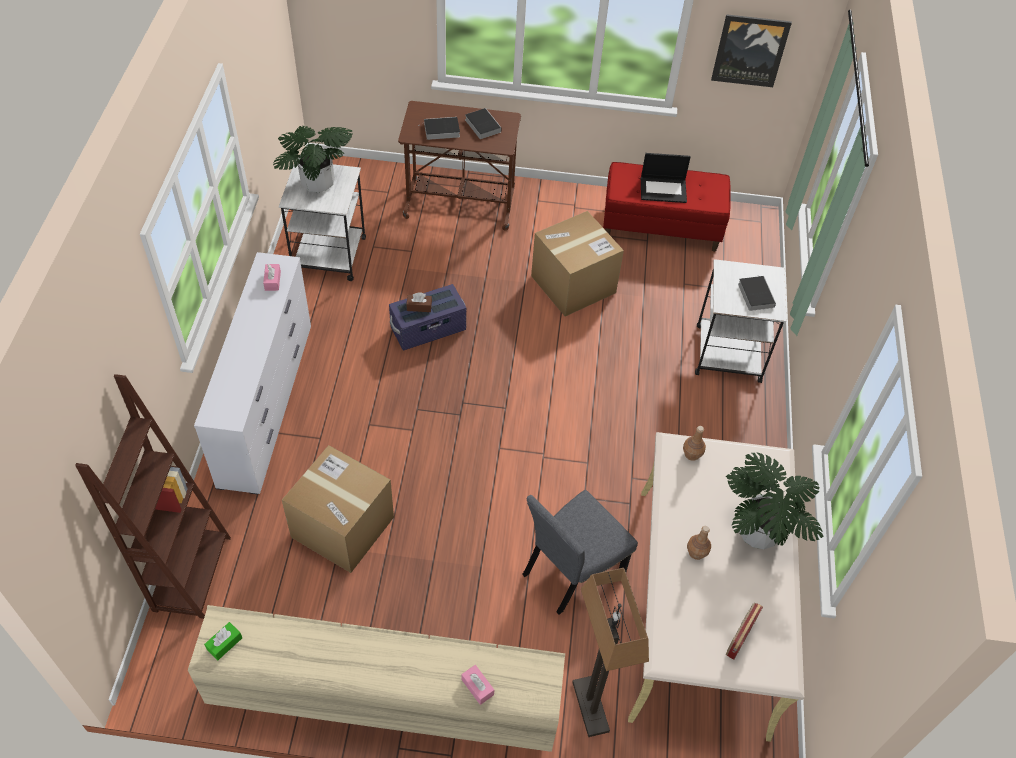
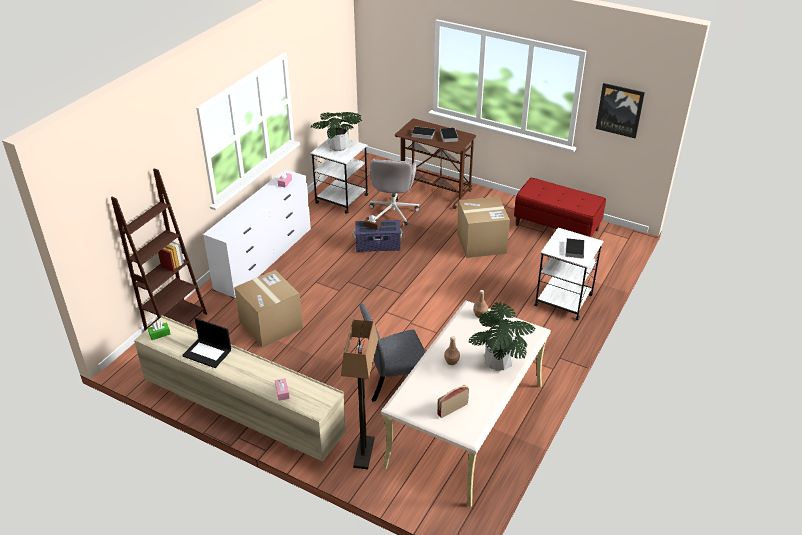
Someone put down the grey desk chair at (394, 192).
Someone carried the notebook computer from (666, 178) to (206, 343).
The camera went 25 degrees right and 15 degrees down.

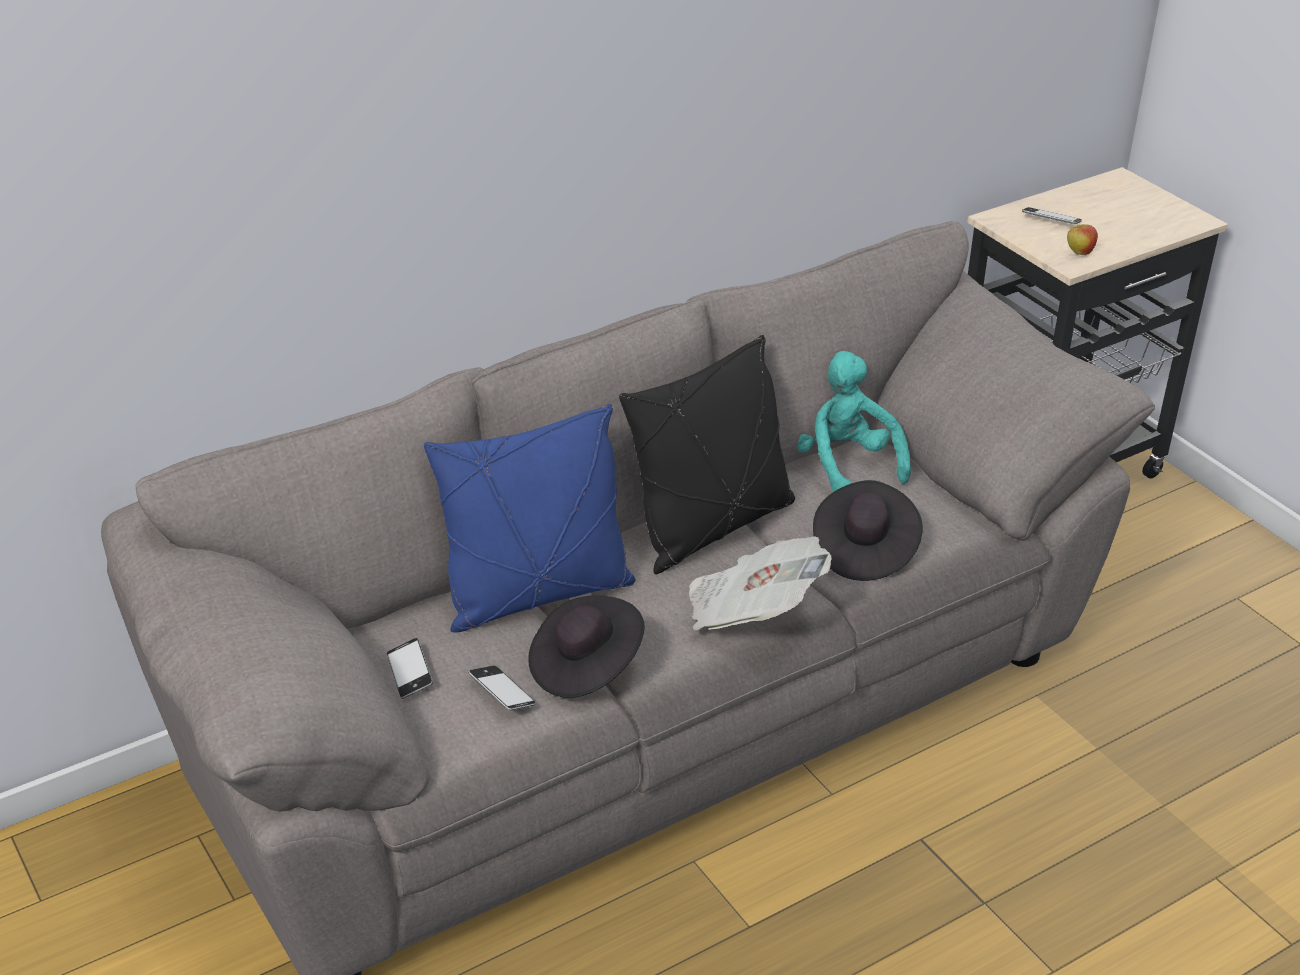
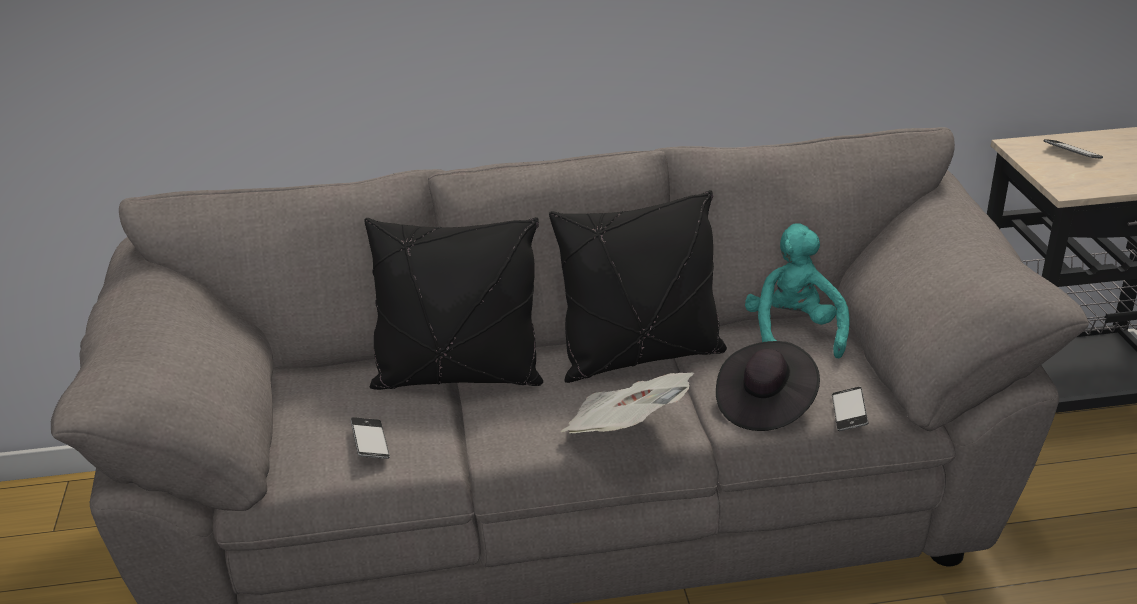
Someone took away the blackish hat at (586, 646).
Someone took away the apple at (1082, 238).
Someone carried the phone from (410, 668) to (850, 409).
Someone repainted the blue pillow at (529, 518), which became the blackish pillow at (453, 303).
The camera went 25 degrees right and 5 degrees down.

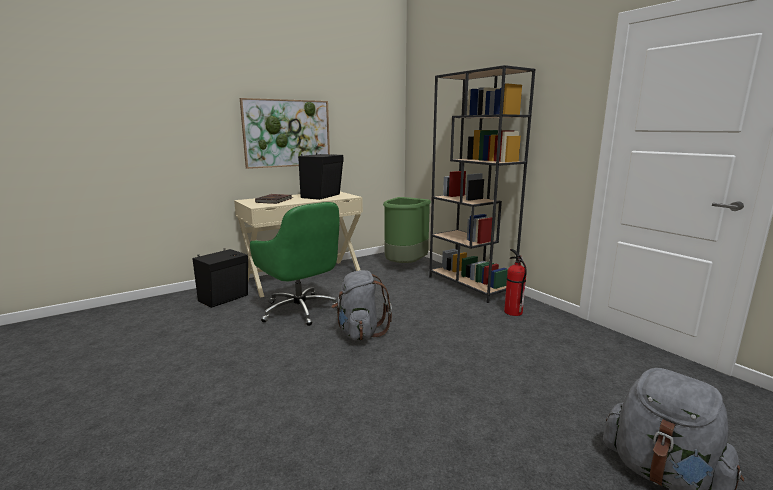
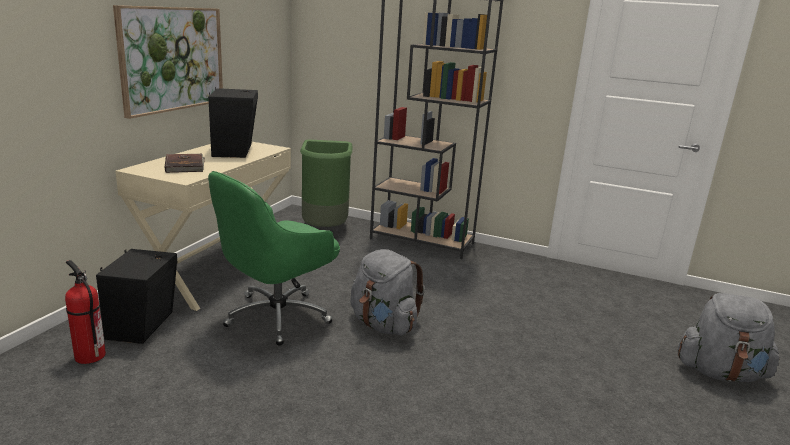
Someone carried the fire extinguisher from (515, 282) to (85, 312).
Someone rotated the greenish desk chair at (294, 264) by 120 degrees clockwise.
The camera went 35 degrees left and 5 degrees up.

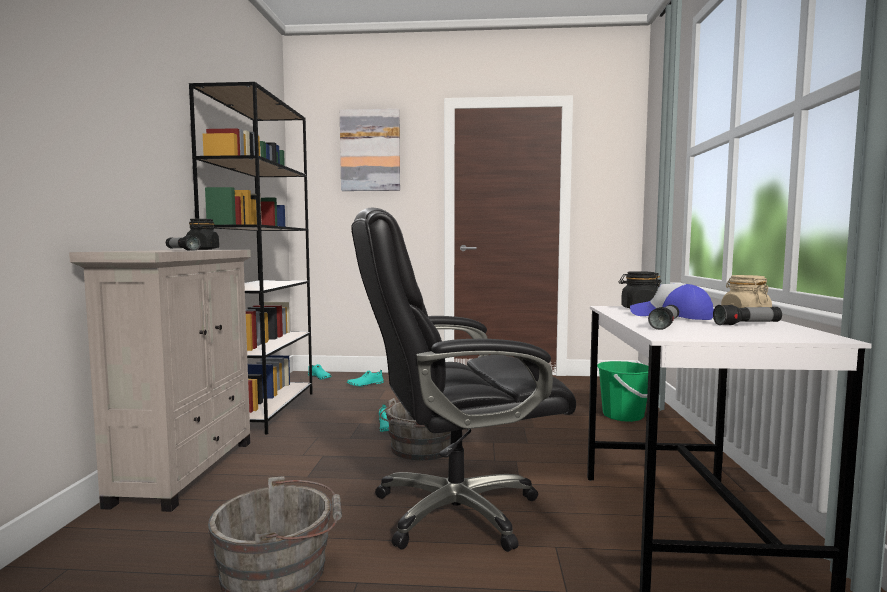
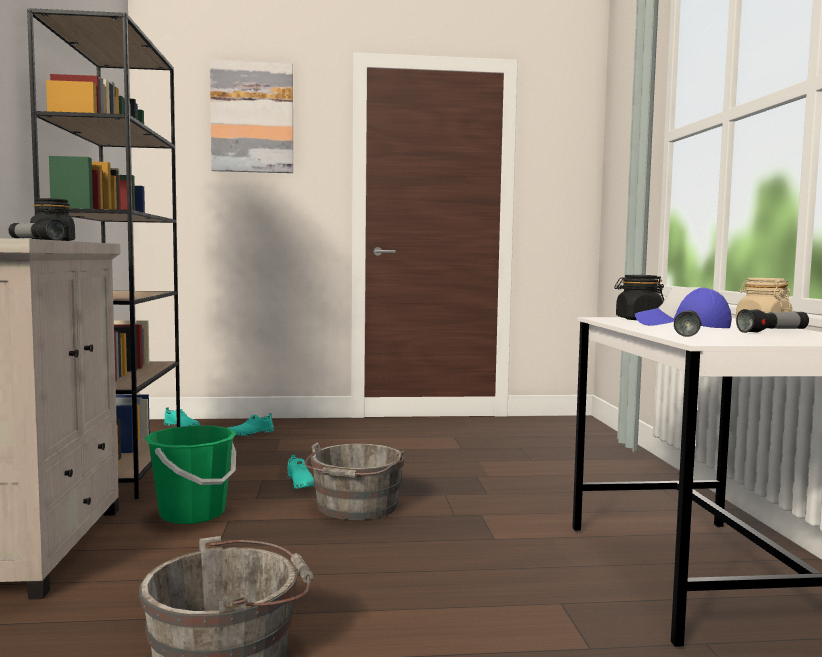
Someone took away the blackish desk chair at (463, 380).
Someone carried the greenish water bucket from (622, 391) to (190, 475).
The camera went 10 degrees left and 0 degrees up.

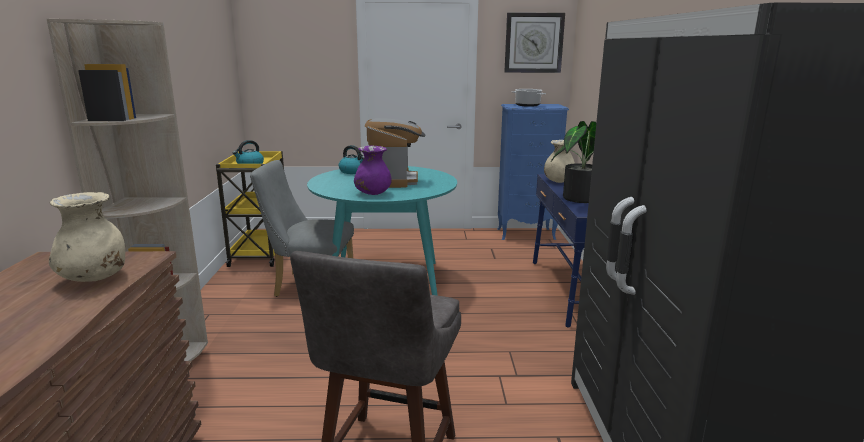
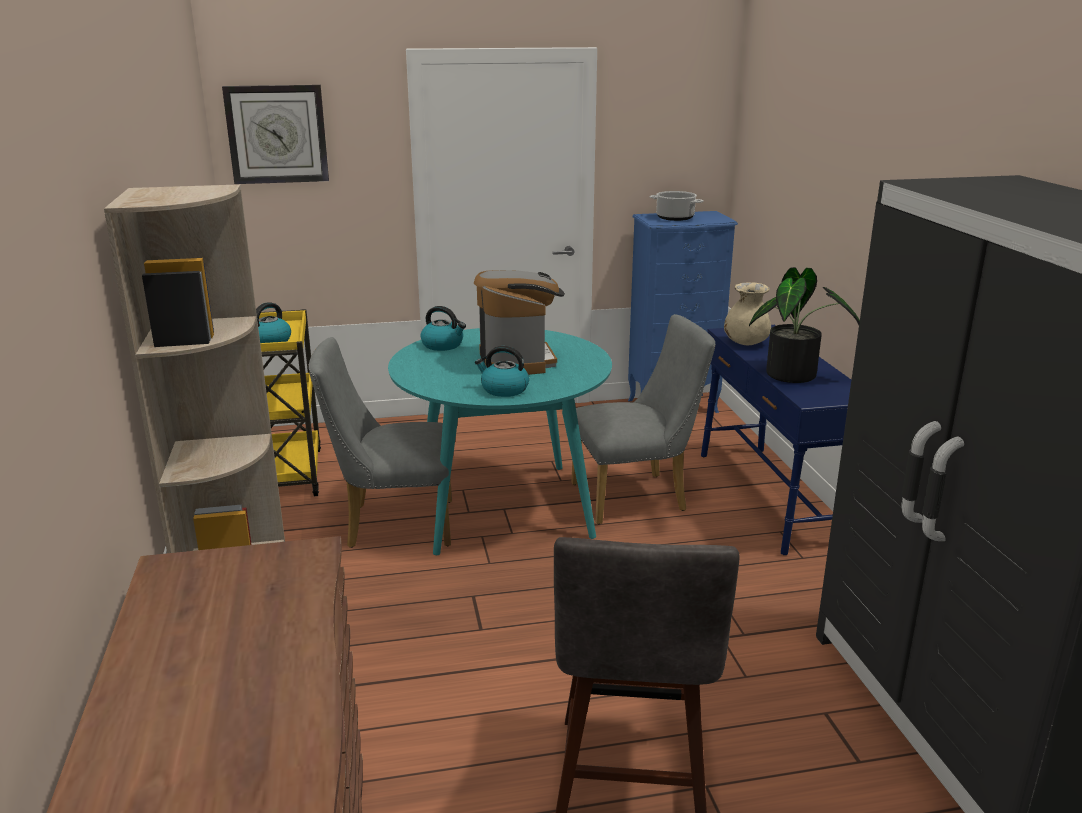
Someone took away the beige-coloured flower vase at (87, 237).
Someone put down the grey plain chair at (643, 419).
Someone carried the wall clock from (534, 42) to (275, 134).
Someone swapped the purple flower vase at (373, 170) for the kettle at (502, 371).
The camera went 10 degrees left and 5 degrees up.

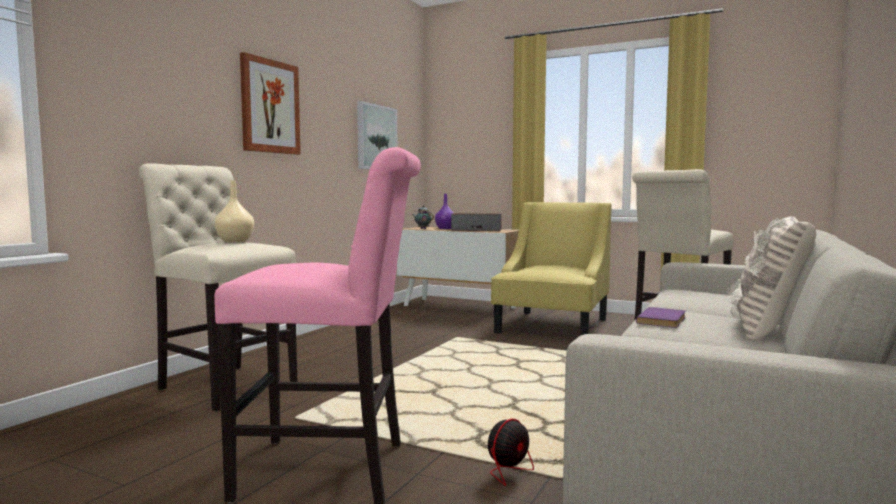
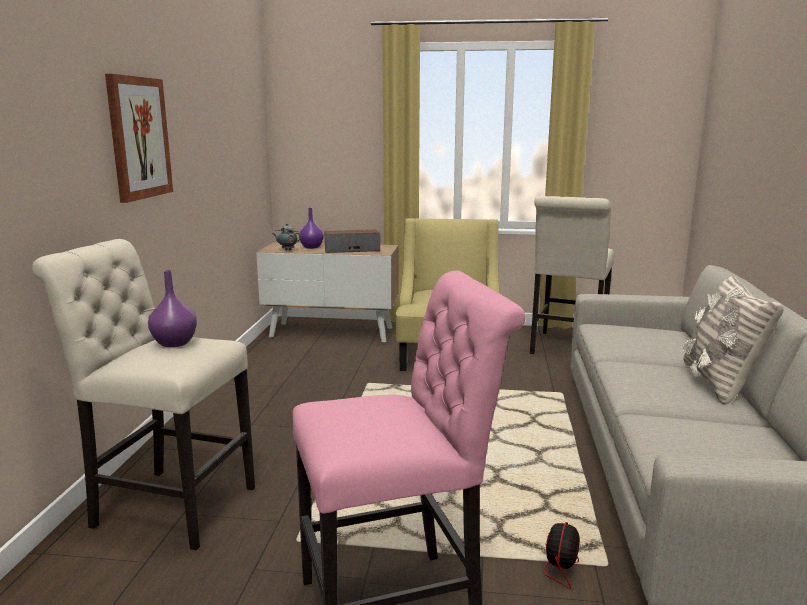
Someone took away the picture at (377, 135).
Someone took away the purple book at (661, 317).
Someone repainted the beige-coloured flower vase at (234, 211), which became the purple flower vase at (172, 308).
The camera went 20 degrees left and 10 degrees up.

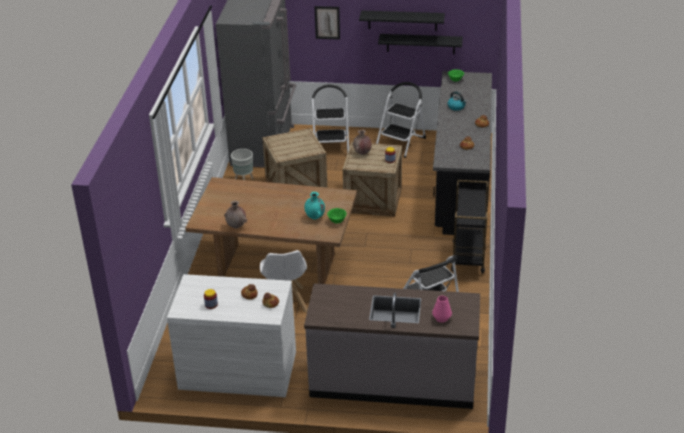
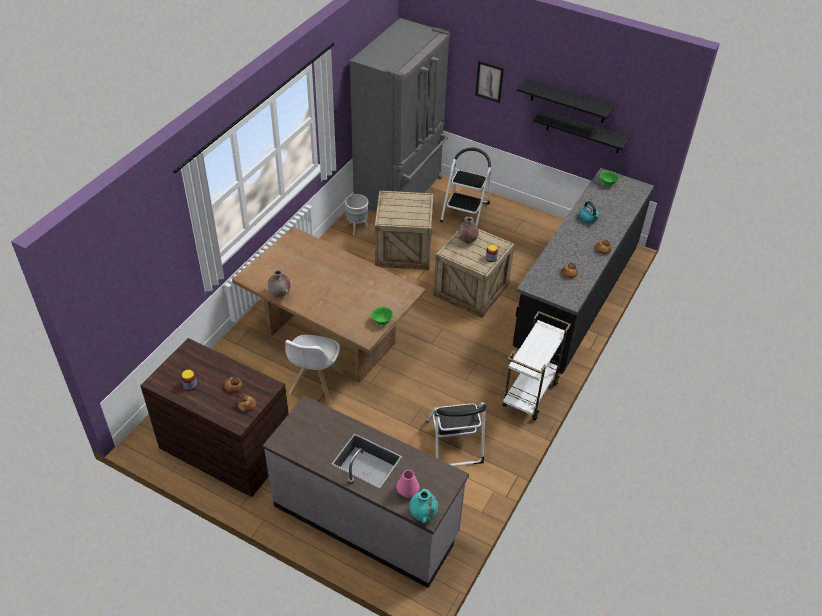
Someone took away the step stool at (401, 120).
Someone carried the blue-green flower vase from (314, 206) to (424, 506).
Someone repainted the whitish drawer chest at (231, 335), which became the brownish drawer chest at (214, 417).
Someone repainted the blackish cart at (469, 226), which became the whitish cart at (536, 365).
The camera went 20 degrees right and 10 degrees up.

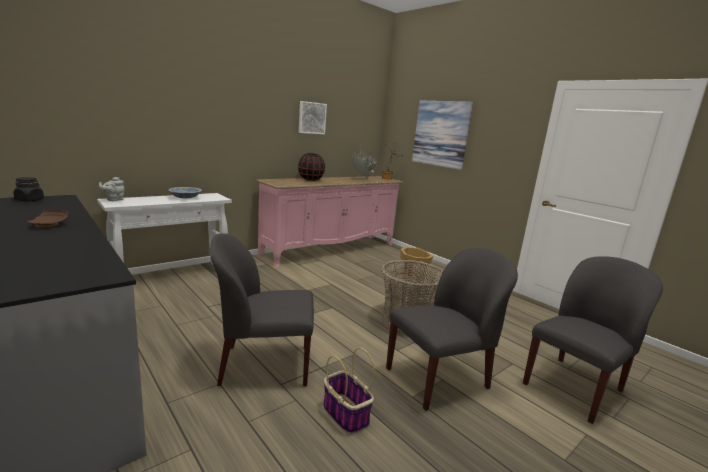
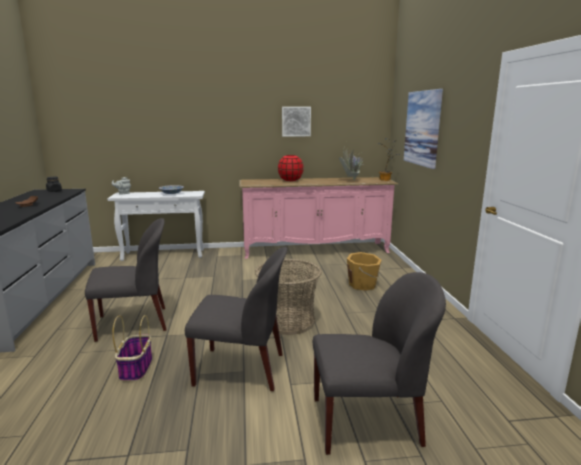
Someone repainted the blackish flower vase at (311, 167), which became the red-coloured flower vase at (291, 168).
Someone rotated the grey plain chair at (262, 309) by 135 degrees clockwise.
The camera went 35 degrees right and 0 degrees up.

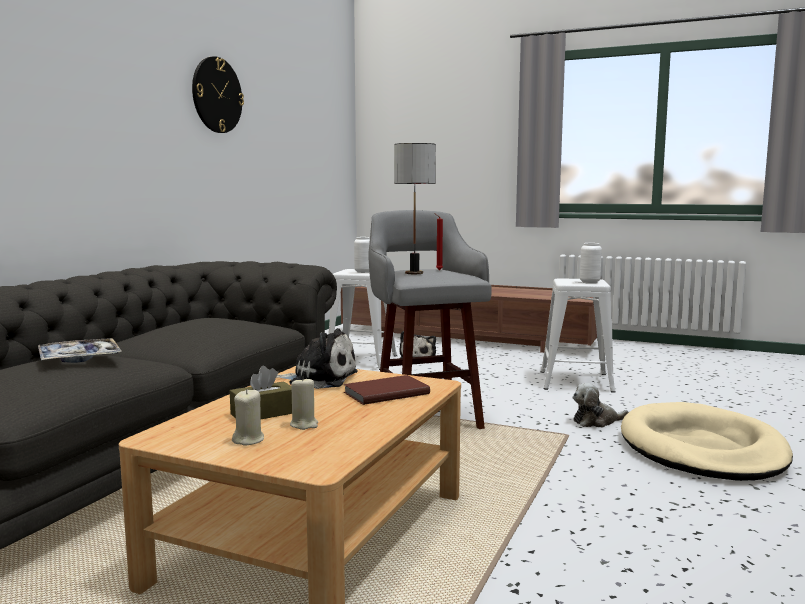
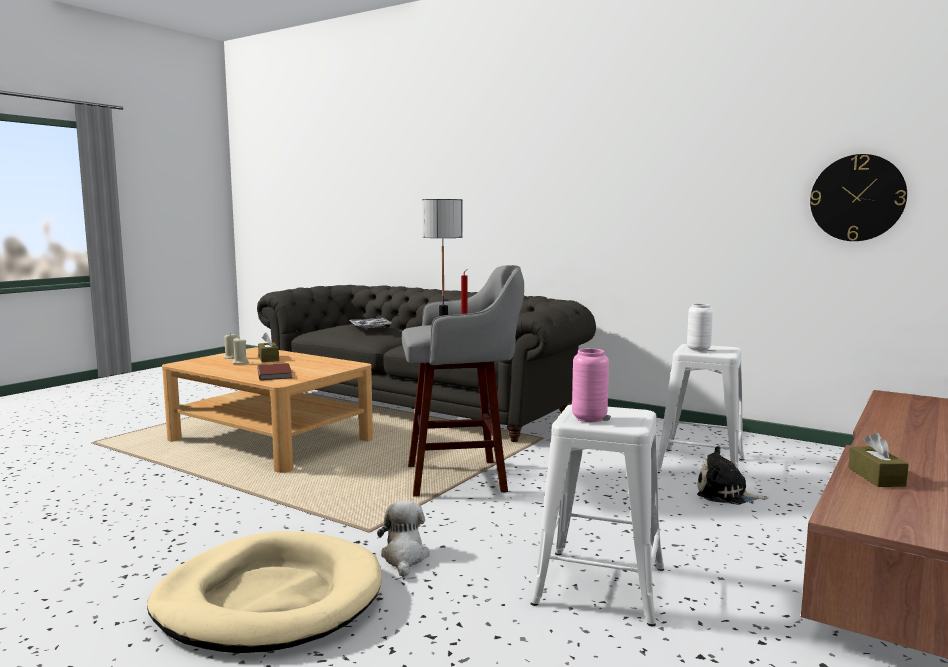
Someone took away the soft toy at (317, 358).
Someone put down the brownish tissue box at (878, 460).
Someone carried the wall clock from (218, 94) to (858, 197).
Someone repainted the whitish flower vase at (591, 263), which became the pink flower vase at (590, 385).
The camera went 100 degrees right and 0 degrees up.

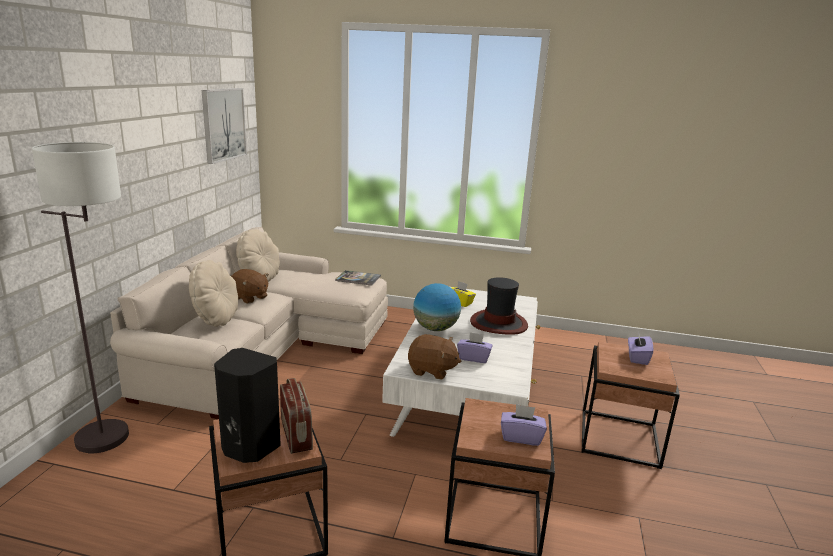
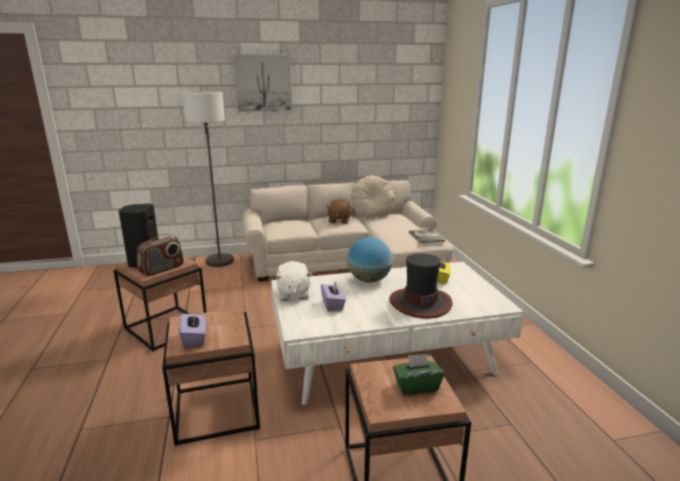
Someone took away the beige-coloured pillow at (213, 293).
Someone carried the picture from (224, 126) to (263, 84).
Someone repainted the brownish soft toy at (434, 357), which became the whitish soft toy at (293, 281).
Someone repainted the purple tissue box at (640, 350), which became the greenish tissue box at (418, 374).
The camera went 65 degrees right and 0 degrees up.

